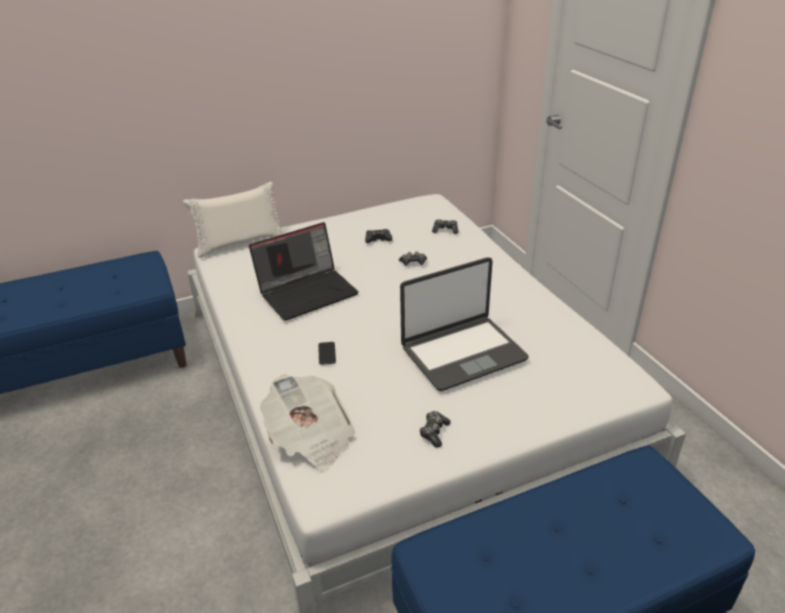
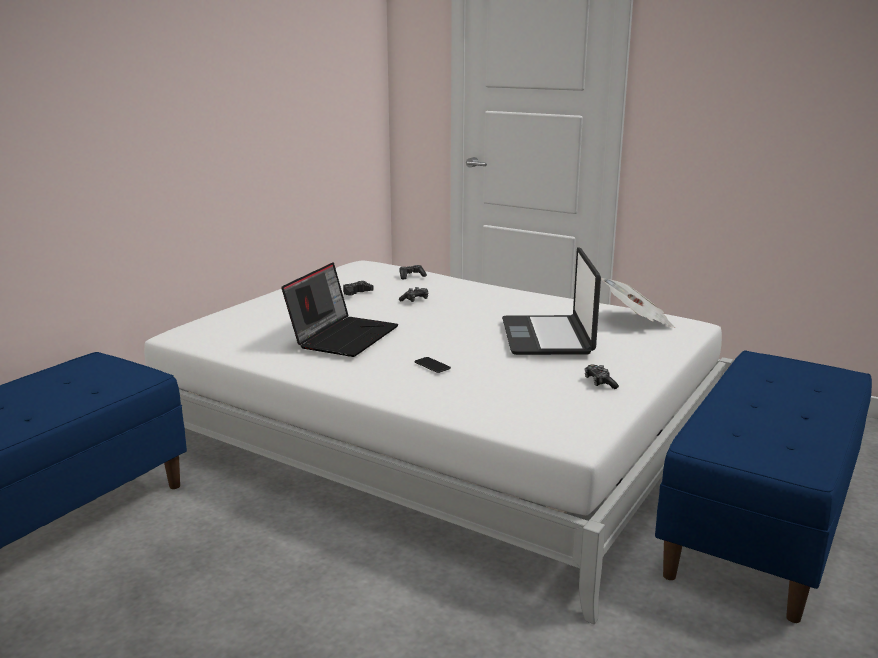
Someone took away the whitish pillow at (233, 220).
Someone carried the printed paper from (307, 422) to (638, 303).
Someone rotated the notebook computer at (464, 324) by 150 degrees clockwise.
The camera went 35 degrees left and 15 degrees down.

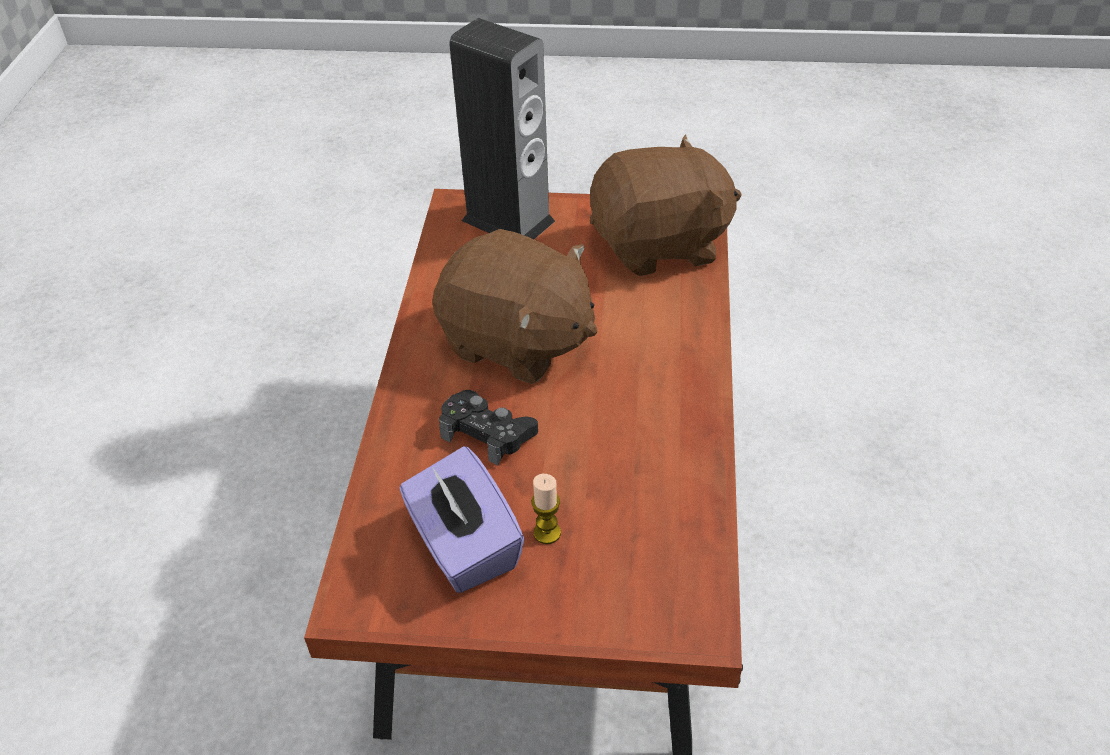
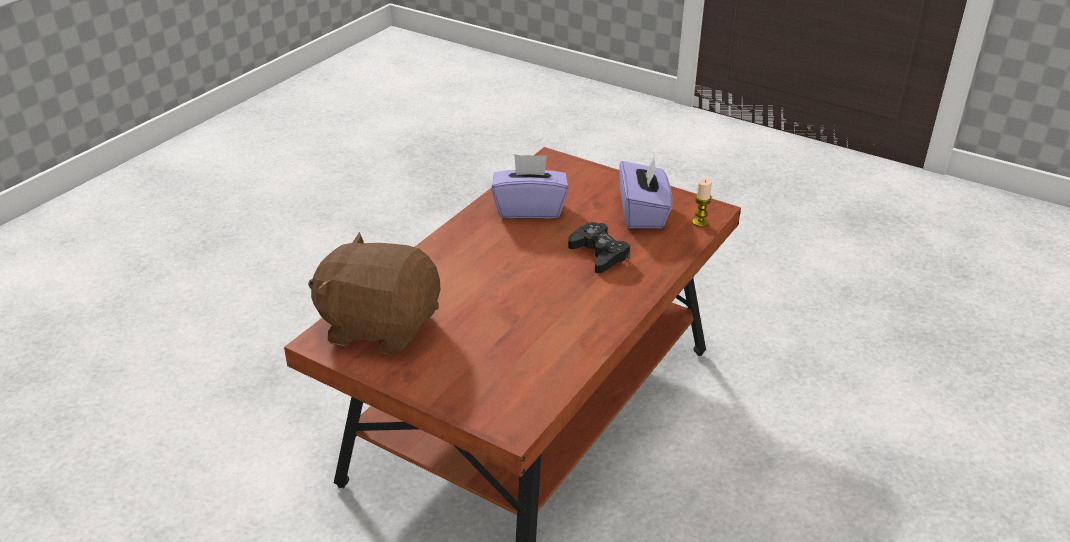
Someone took away the brownish soft toy at (514, 306).
Someone took away the loudspeaker at (502, 128).
Someone put down the purple tissue box at (530, 186).
Someone carried the candle from (546, 509) to (702, 202).
The camera went 155 degrees left and 10 degrees down.

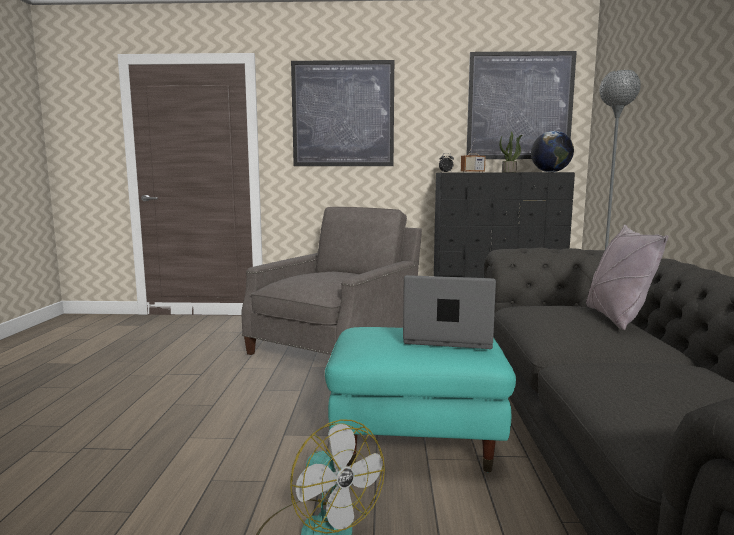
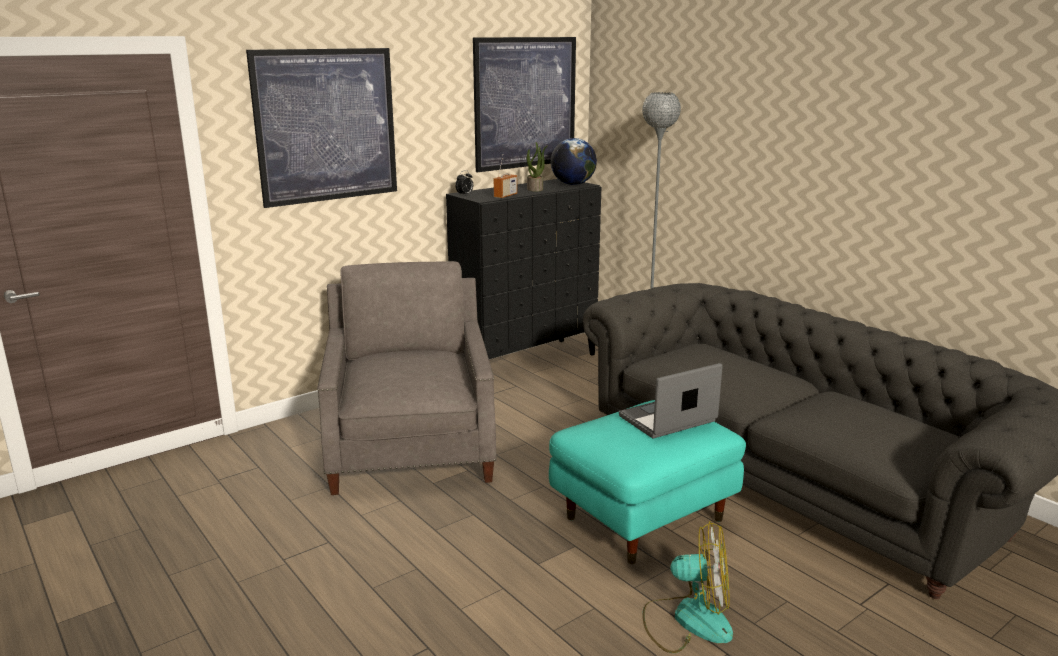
Someone took away the purple pillow at (627, 277).
The camera went 40 degrees left and 10 degrees up.

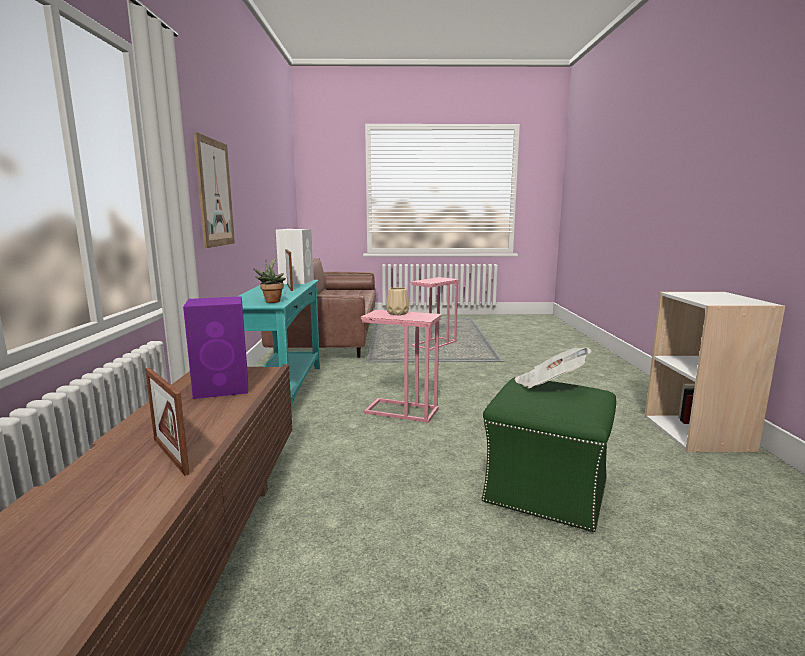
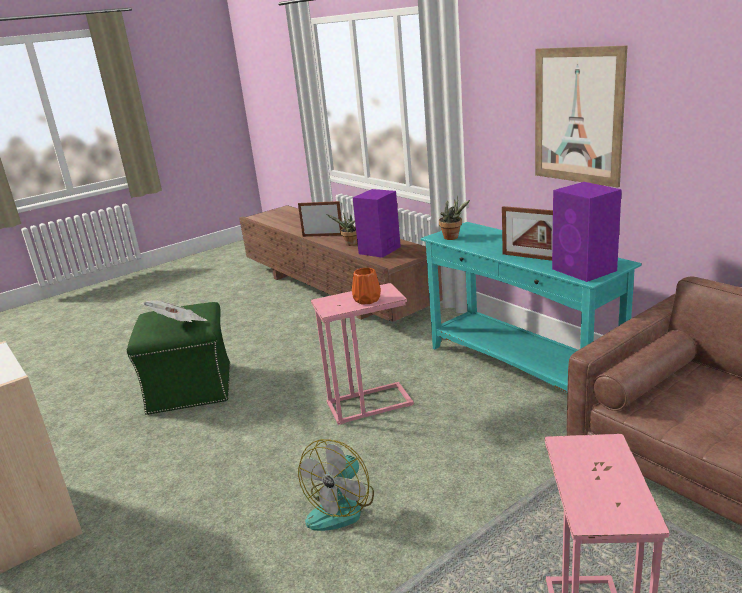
Someone put down the electric fan at (336, 485).
Someone put down the potted plant at (341, 229).
Someone repainted the whitish loudspeaker at (295, 256), which became the purple loudspeaker at (587, 232).
Someone repainted the beige-coloured flower vase at (398, 301), which became the orangey flower vase at (366, 286).
The camera went 145 degrees right and 10 degrees up.

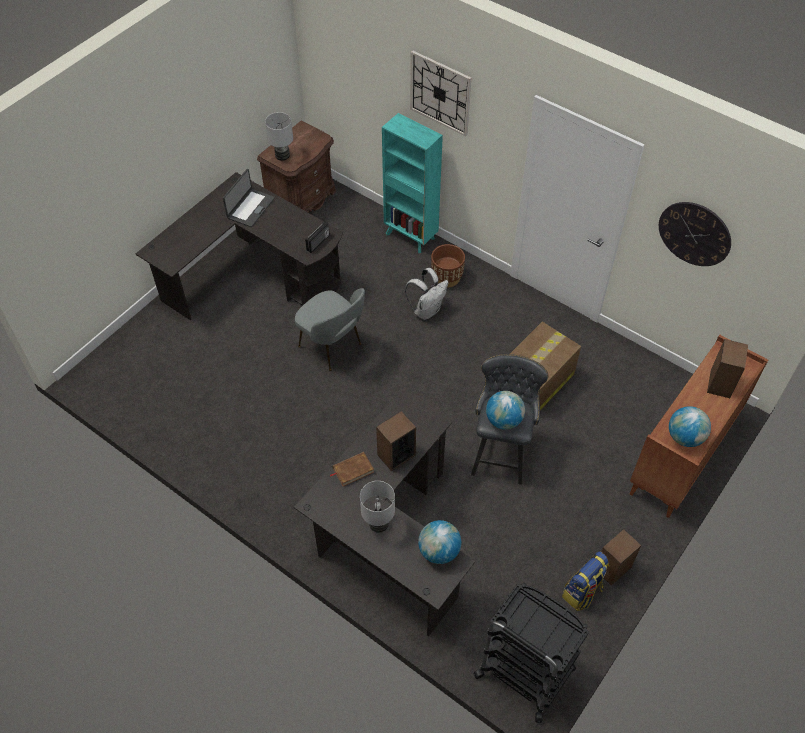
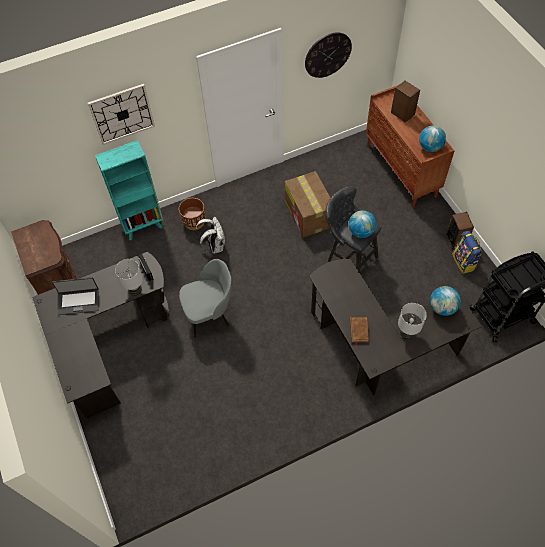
Someone took away the loudspeaker at (396, 441).
Someone carried the grey tabletop lamp from (279, 136) to (129, 277).
Someone rotated the notebook computer at (249, 198) by 120 degrees clockwise.
The camera went 60 degrees left and 5 degrees up.

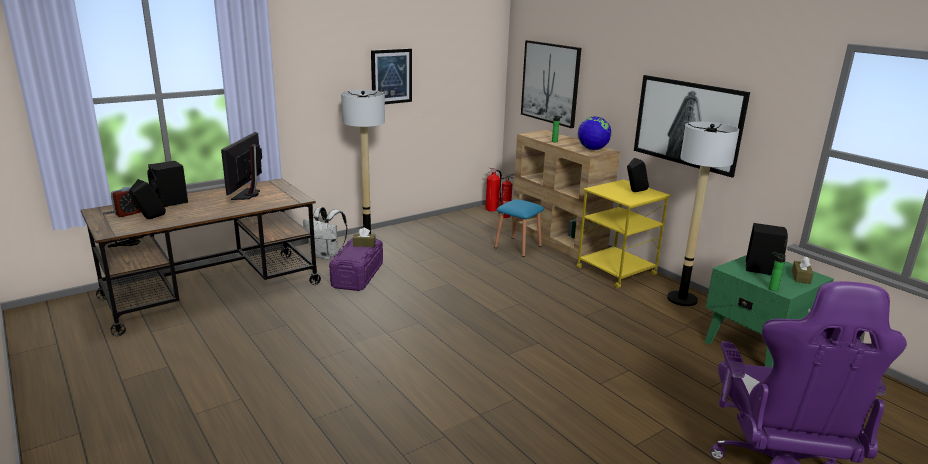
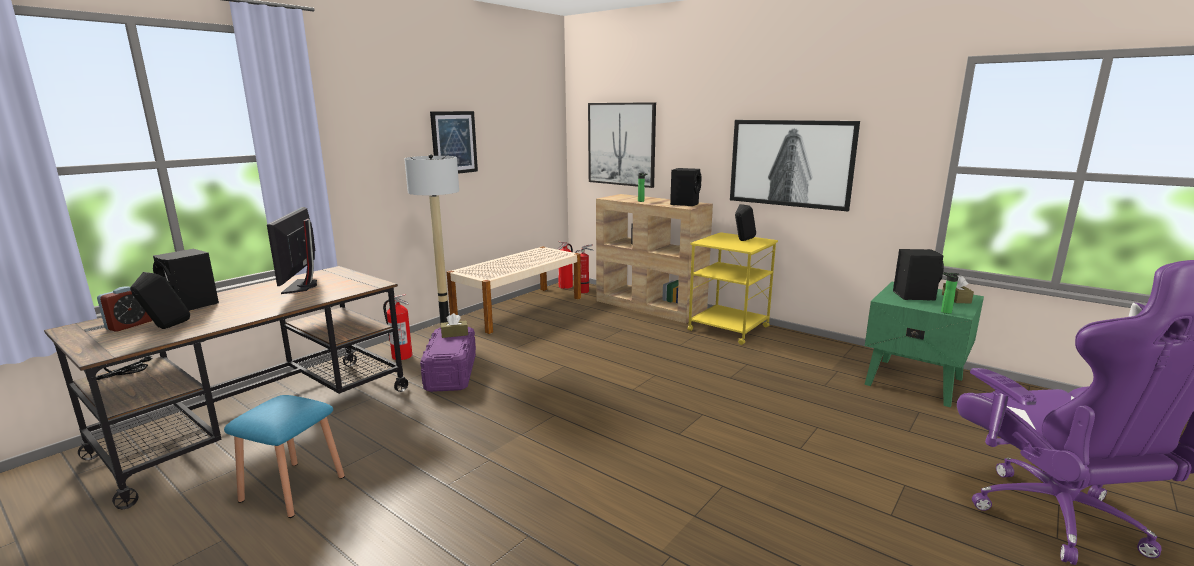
Someone took away the standing lamp at (703, 214).
Someone put down the beige-coloured bench at (514, 290).
Someone carried the blue sitting stool from (519, 228) to (284, 456).
Someone swapped the whitish backpack at (325, 233) for the fire extinguisher at (397, 327).
Someone swapped the globe at (594, 133) for the blackish loudspeaker at (686, 187).
The camera went 15 degrees left and 5 degrees down.

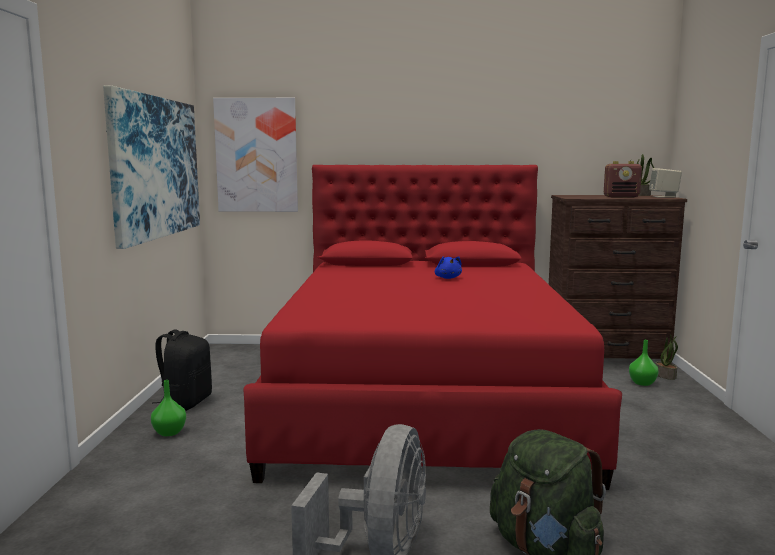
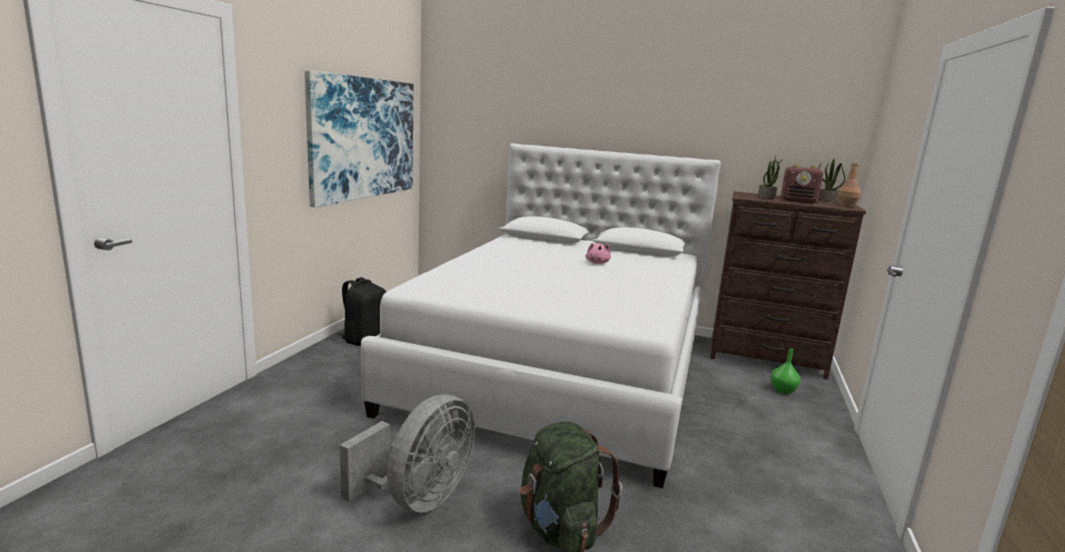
Someone took away the greenish flower vase at (168, 408).
Someone took away the picture at (255, 155).
Someone carried the potted plant from (667, 357) to (770, 177).
Someone swapped the beige-coloured loudspeaker at (665, 183) for the brownish drink bottle at (849, 184).
Someone repainted the red-coloured sleeping bed at (432, 327), which became the whitish sleeping bed at (541, 315).
Someone repainted the blue soft toy at (448, 267), which became the pink soft toy at (598, 253).
The camera went 15 degrees right and 5 degrees up.

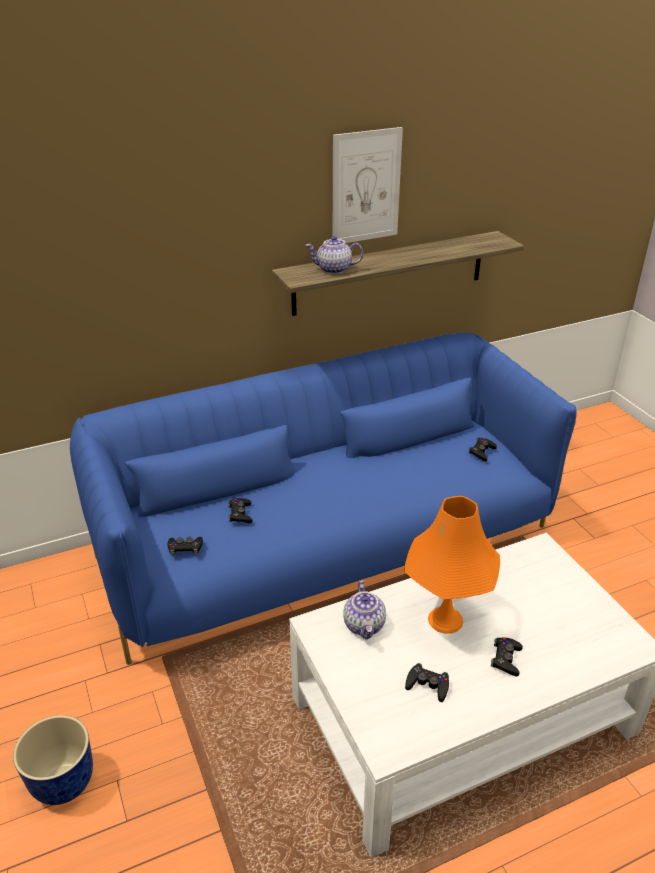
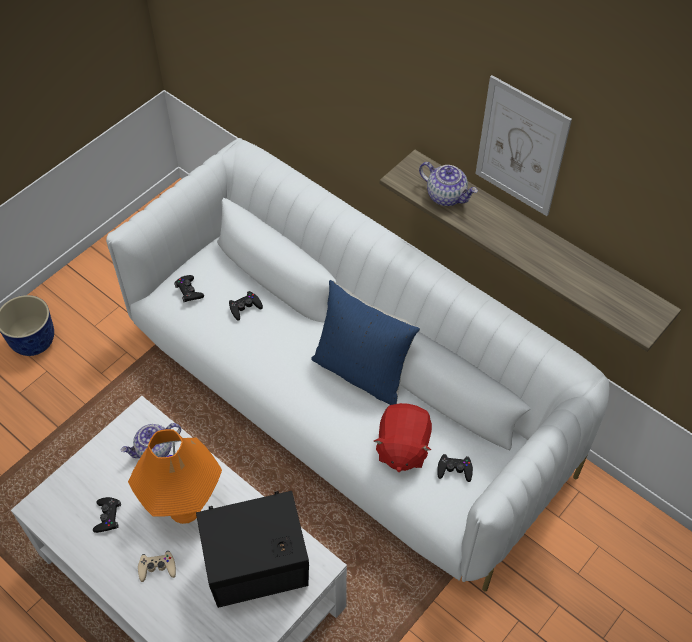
Someone put down the blackish loudspeaker at (252, 549).
Someone put down the blue pillow at (365, 342).
Someone put down the red-coloured soft toy at (403, 437).
Someone repainted the blue settee at (323, 498), which became the whitish settee at (357, 364).
Someone repainted the blackish game controller at (507, 657), which became the beige-coloured game controller at (157, 566).
Someone rotated the pot for tea at (334, 255) by 150 degrees clockwise.
The camera went 65 degrees right and 20 degrees up.

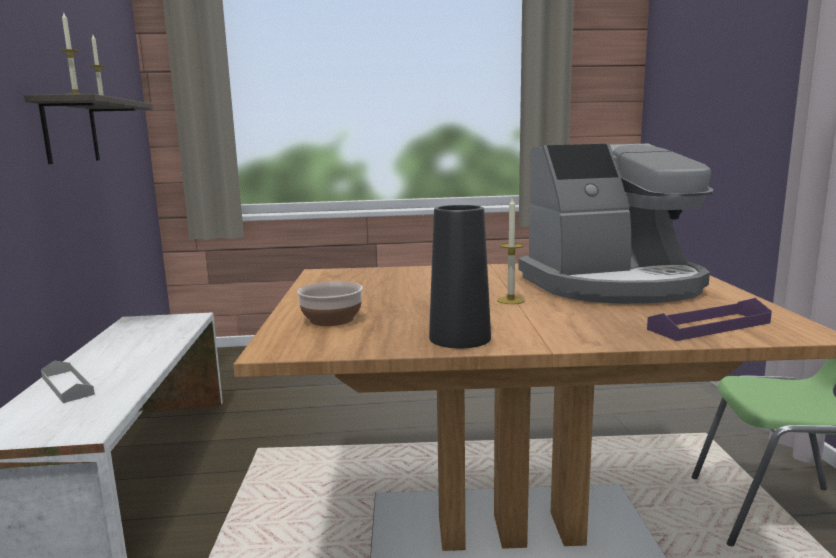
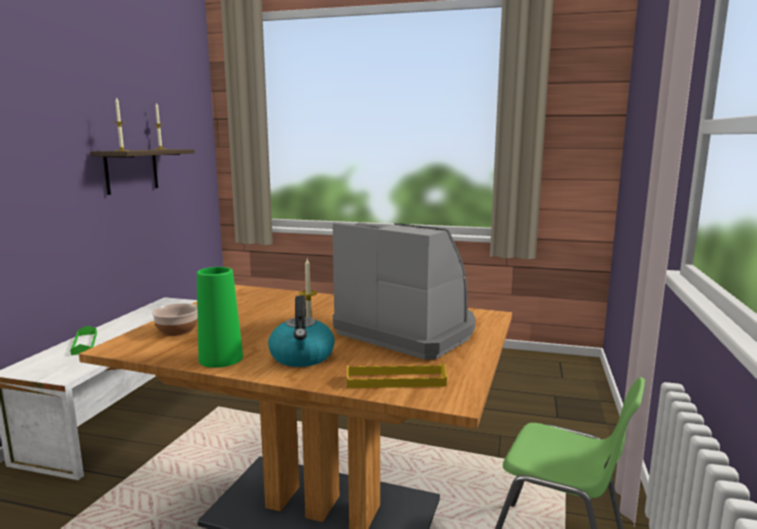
Someone put down the kettle at (301, 331).
Someone repainted the grey tray at (68, 382), which became the greenish tray at (83, 340).
Someone repainted the blackish flower vase at (460, 277), which became the greenish flower vase at (220, 317).
Someone repainted the purple tray at (709, 319), which became the yellowish tray at (397, 376).
Someone rotated the coffee brewer at (615, 224) by 150 degrees counterclockwise.
The camera went 20 degrees right and 0 degrees up.

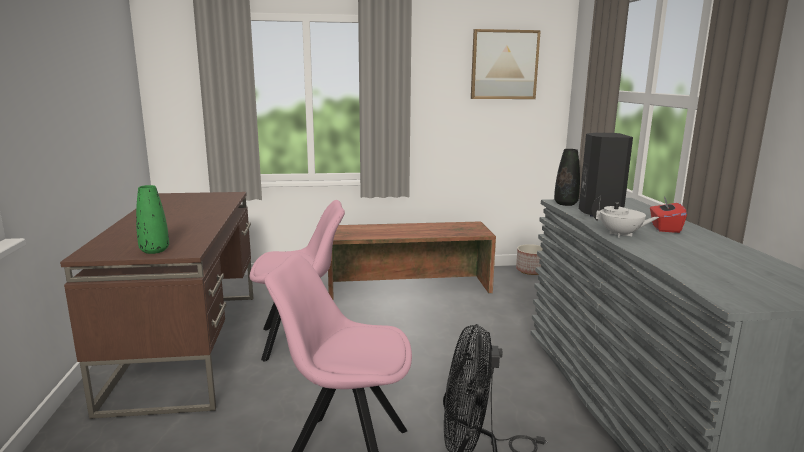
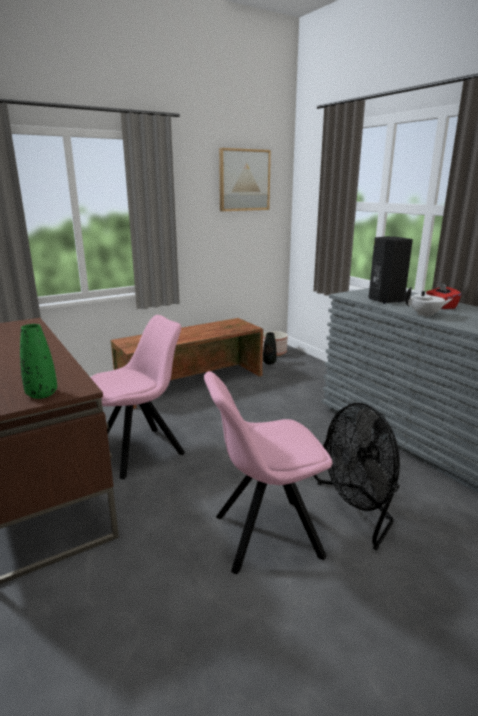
Someone carried the blackish flower vase from (567, 177) to (269, 348).
The camera went 25 degrees left and 5 degrees up.

